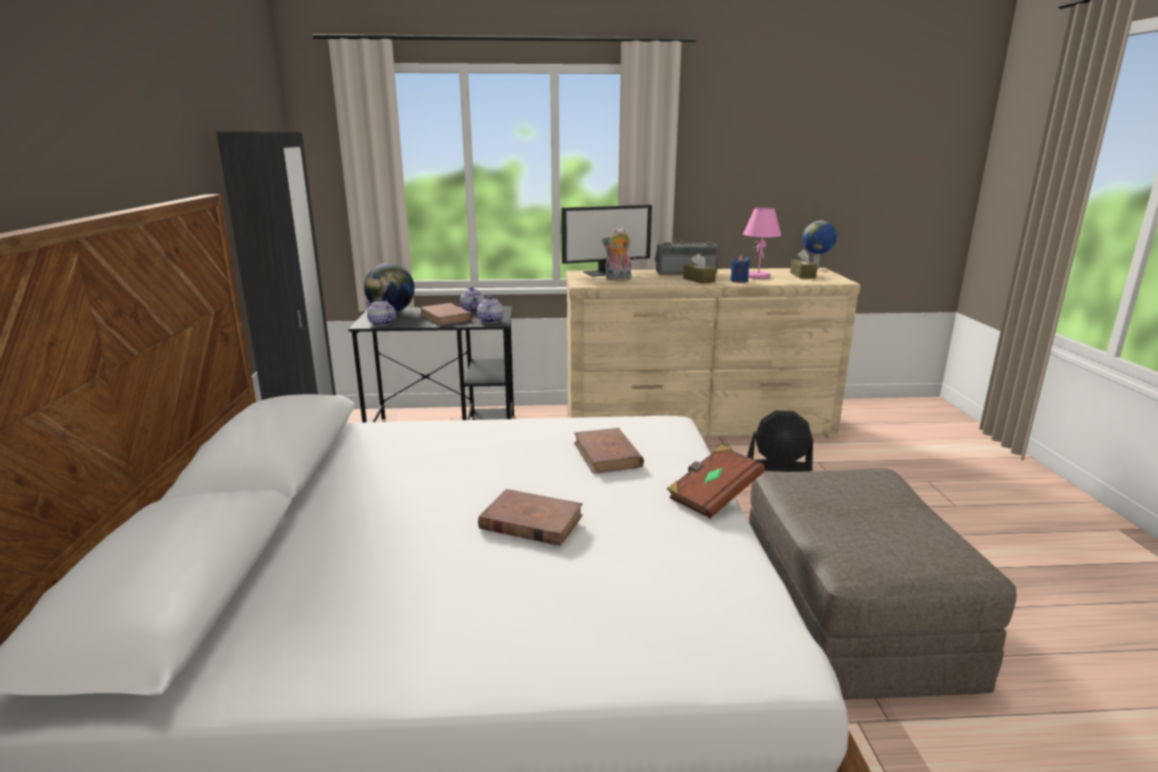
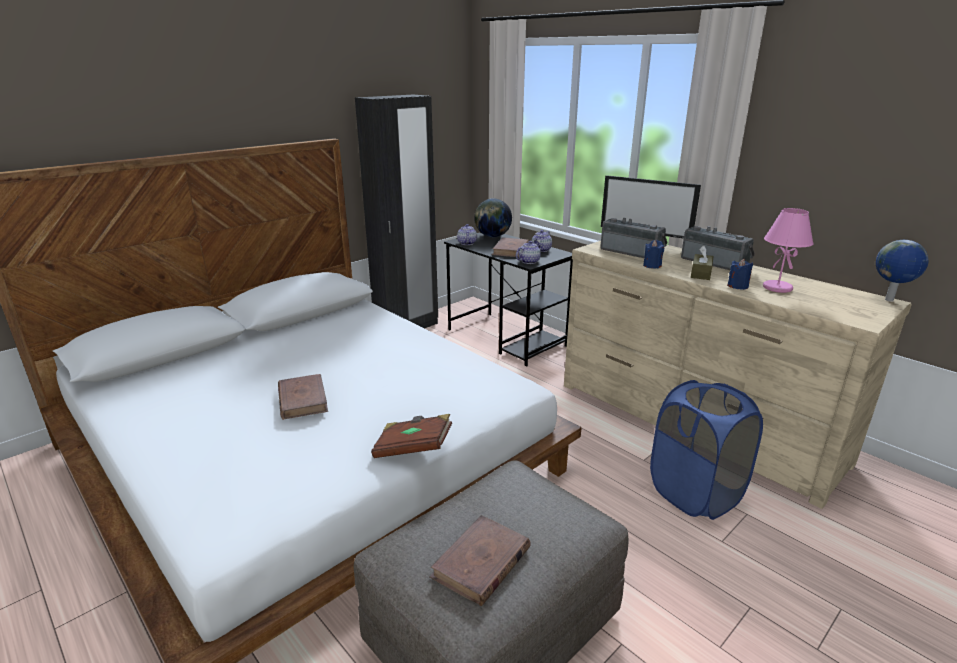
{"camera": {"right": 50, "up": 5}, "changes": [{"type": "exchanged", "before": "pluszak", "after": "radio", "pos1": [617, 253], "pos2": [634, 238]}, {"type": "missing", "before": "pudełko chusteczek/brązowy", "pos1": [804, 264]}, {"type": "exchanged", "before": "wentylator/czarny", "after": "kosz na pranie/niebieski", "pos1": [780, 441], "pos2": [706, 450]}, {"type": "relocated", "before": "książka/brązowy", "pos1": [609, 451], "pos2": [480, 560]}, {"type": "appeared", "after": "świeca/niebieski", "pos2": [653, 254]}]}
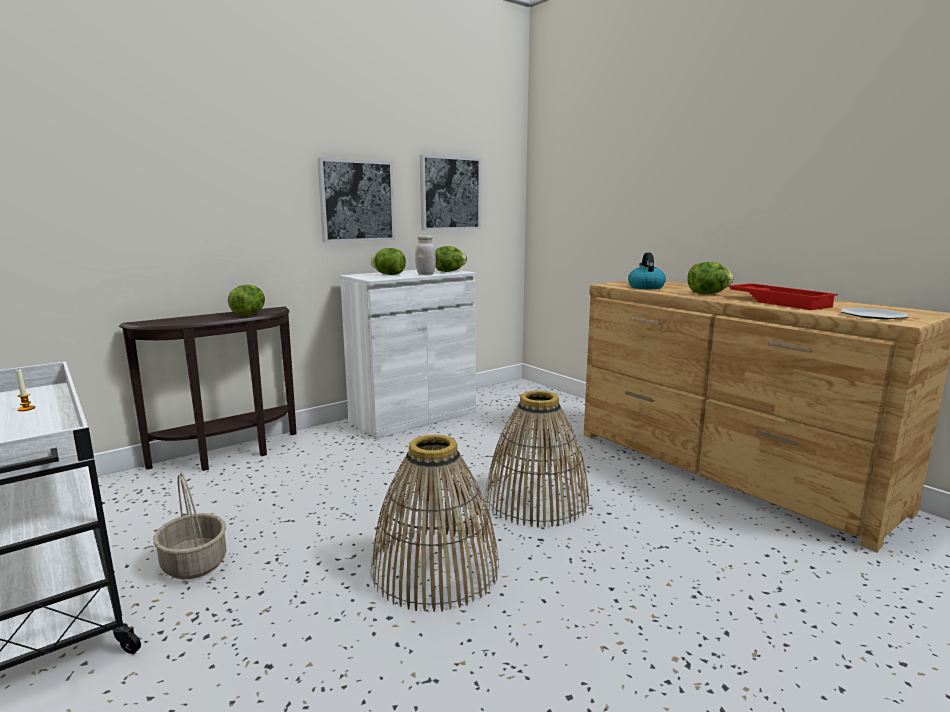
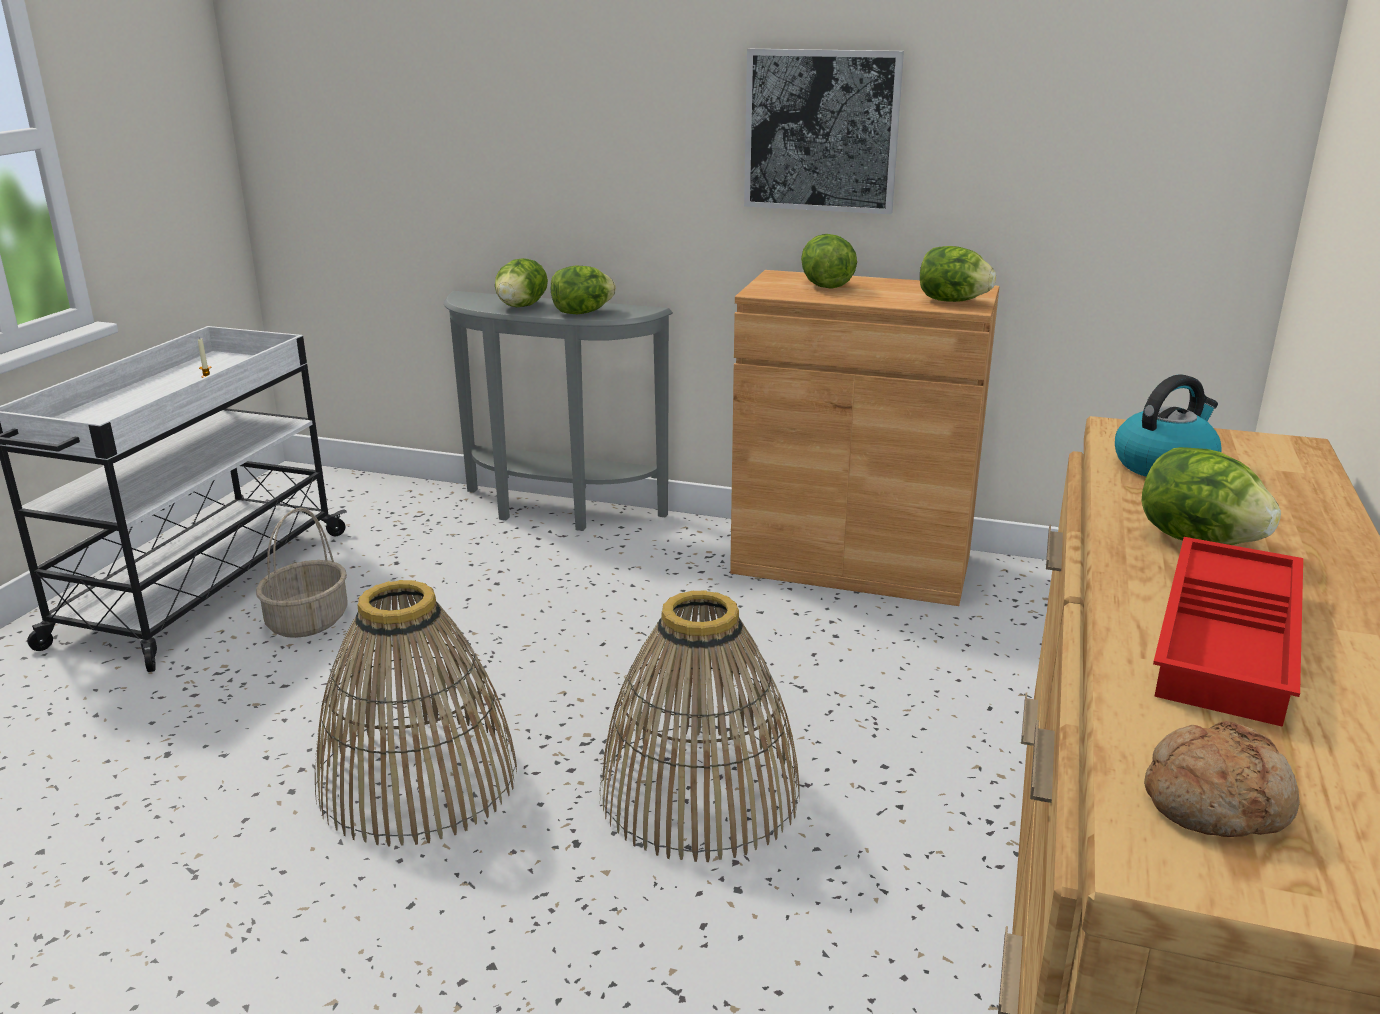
{"camera": {"right": 55, "up": 10}, "changes": [{"type": "missing", "before": "obraz", "pos1": [450, 192]}, {"type": "missing", "before": "słoik/biały", "pos1": [425, 255]}, {"type": "colour", "before": "szafka/biały", "after": "szafka/brązowy", "pos1": [408, 353], "pos2": [864, 438]}, {"type": "colour", "before": "stolik konsolowy/brązowy", "after": "stolik konsolowy/szary", "pos1": [208, 389], "pos2": [558, 411]}, {"type": "exchanged", "before": "talerz", "after": "chleb", "pos1": [875, 313], "pos2": [1222, 779]}, {"type": "appeared", "after": "sałata", "pos2": [521, 282]}]}
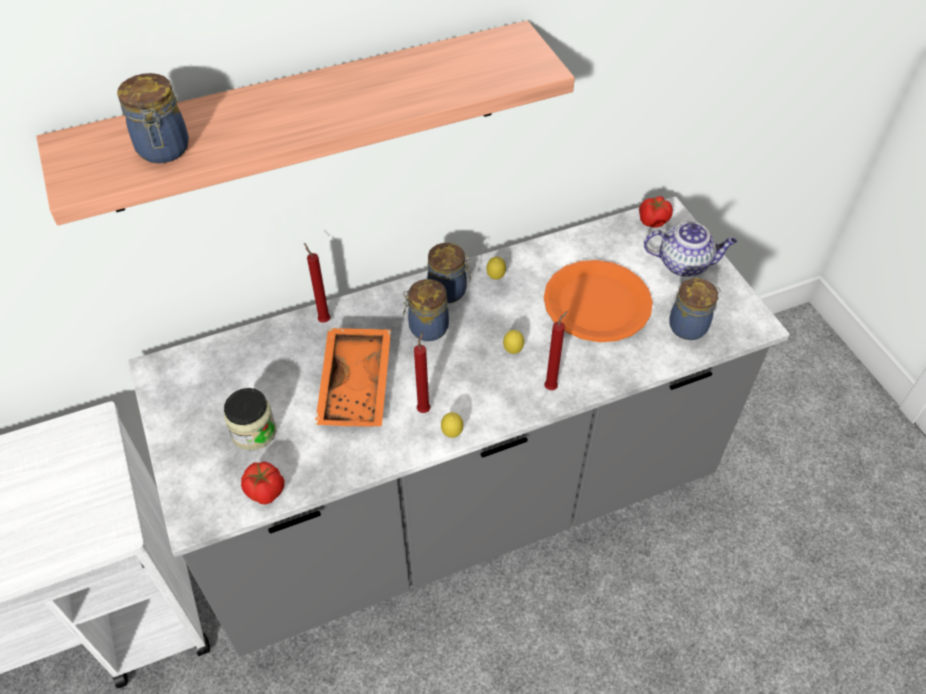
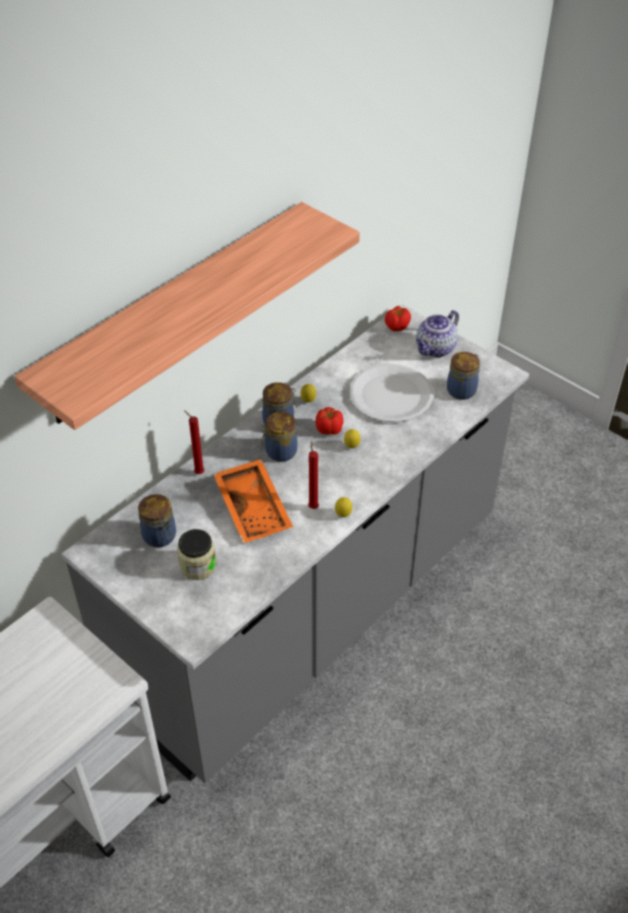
{"camera": {"right": -25, "up": -5}, "changes": [{"type": "relocated", "before": "słoik", "pos1": [153, 118], "pos2": [157, 520]}, {"type": "spun", "before": "imbryk", "pos1": [690, 249], "pos2": [437, 333], "turn": 150}, {"type": "colour", "before": "talerz/pomarańczowy", "after": "talerz/biały", "pos1": [598, 301], "pos2": [391, 393]}, {"type": "missing", "before": "świeca/czerwony", "pos1": [556, 350]}, {"type": "relocated", "before": "pomidor", "pos1": [263, 483], "pos2": [329, 421]}]}
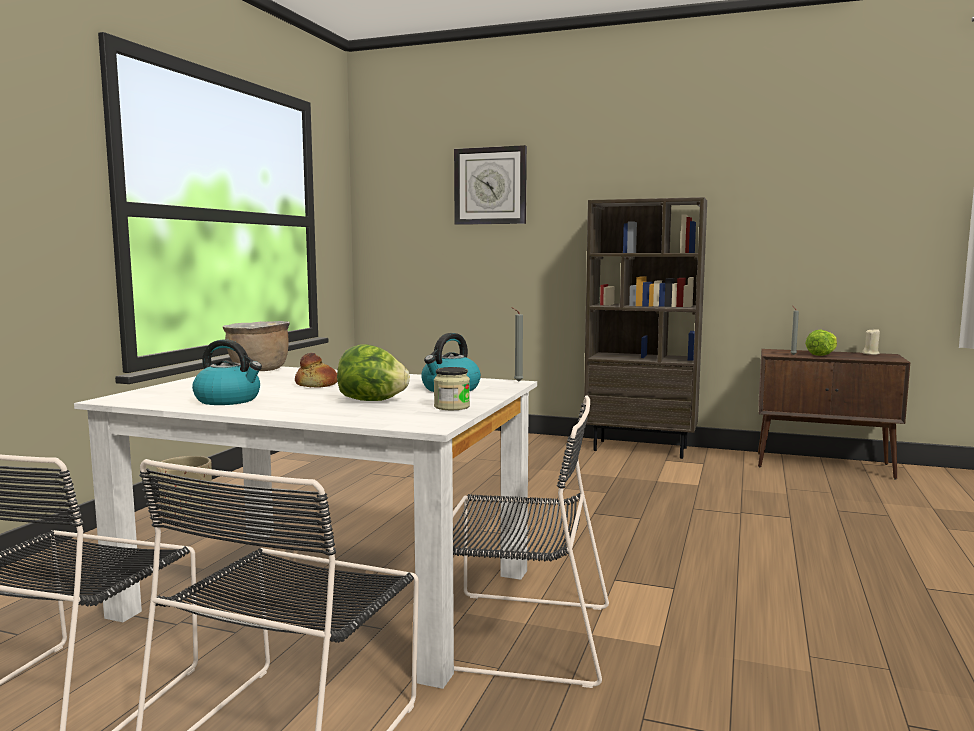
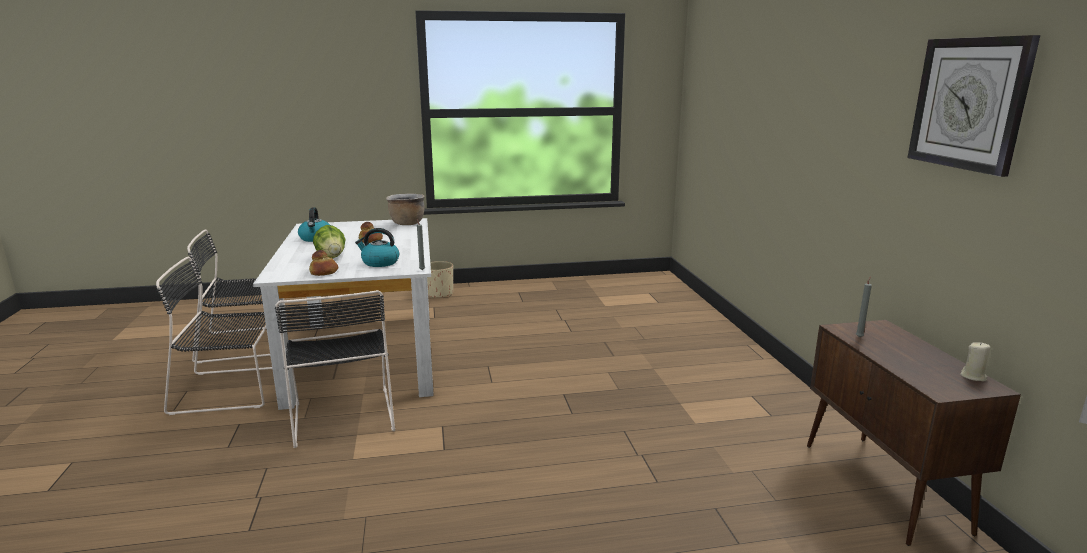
{"camera": {"right": 60, "up": 10}, "changes": [{"type": "relocated", "before": "zegar ścienny", "pos1": [490, 185], "pos2": [973, 106]}, {"type": "missing", "before": "regał/brązowy", "pos1": [645, 328]}, {"type": "missing", "before": "sałata", "pos1": [821, 343]}, {"type": "exchanged", "before": "słoik", "after": "chleb", "pos1": [452, 388], "pos2": [323, 263]}]}
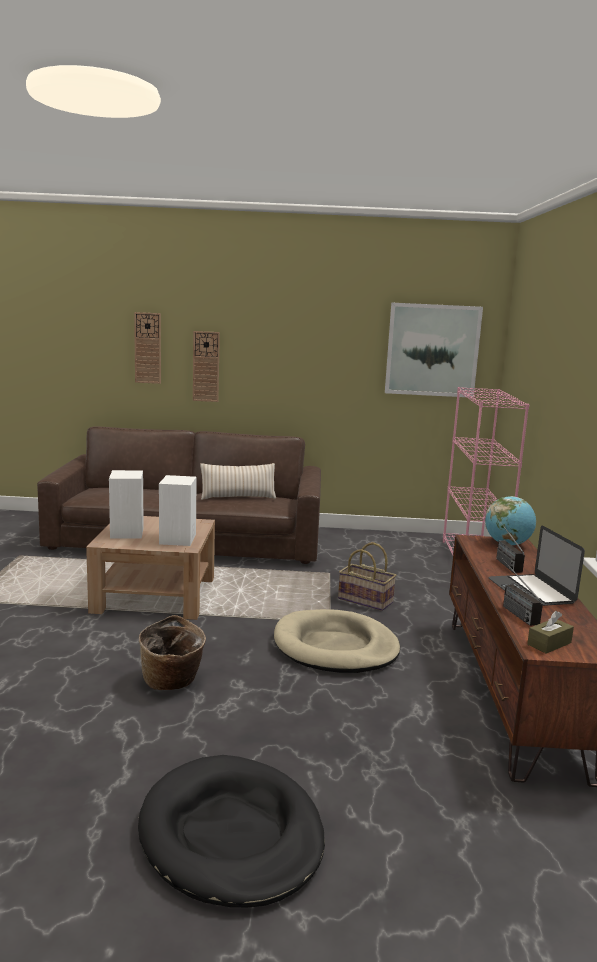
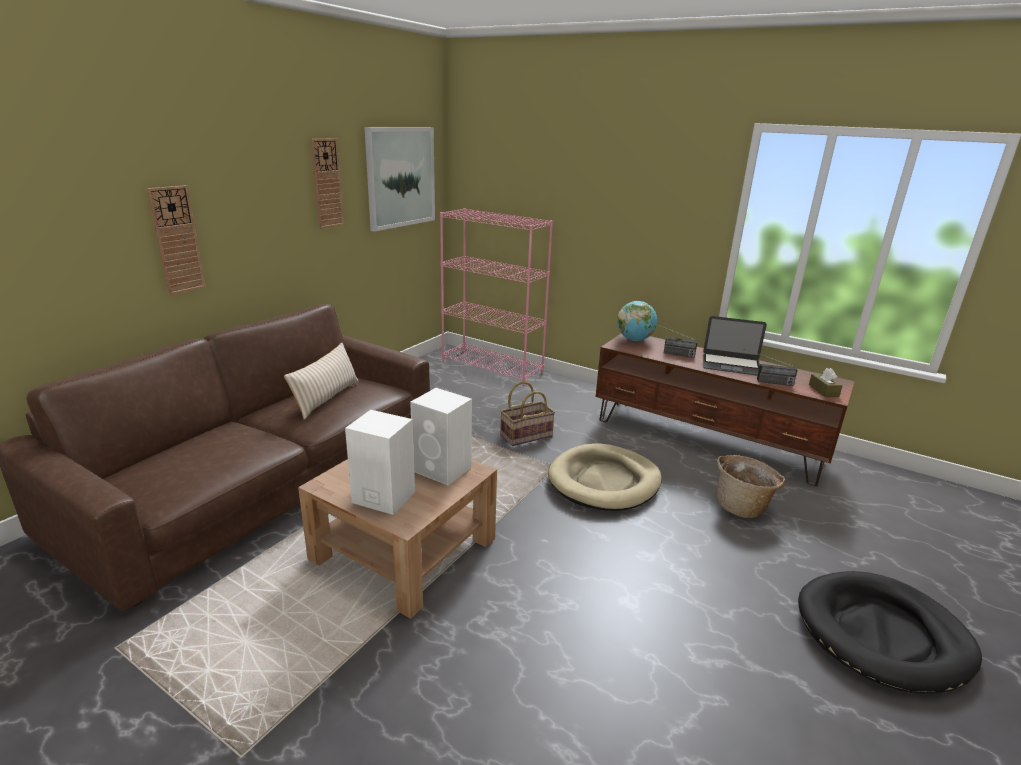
{"camera": {"right": -60, "up": 10}, "changes": [{"type": "relocated", "before": "zegar ścienny", "pos1": [147, 348], "pos2": [327, 183]}, {"type": "relocated", "before": "koszyk", "pos1": [172, 652], "pos2": [750, 486]}]}
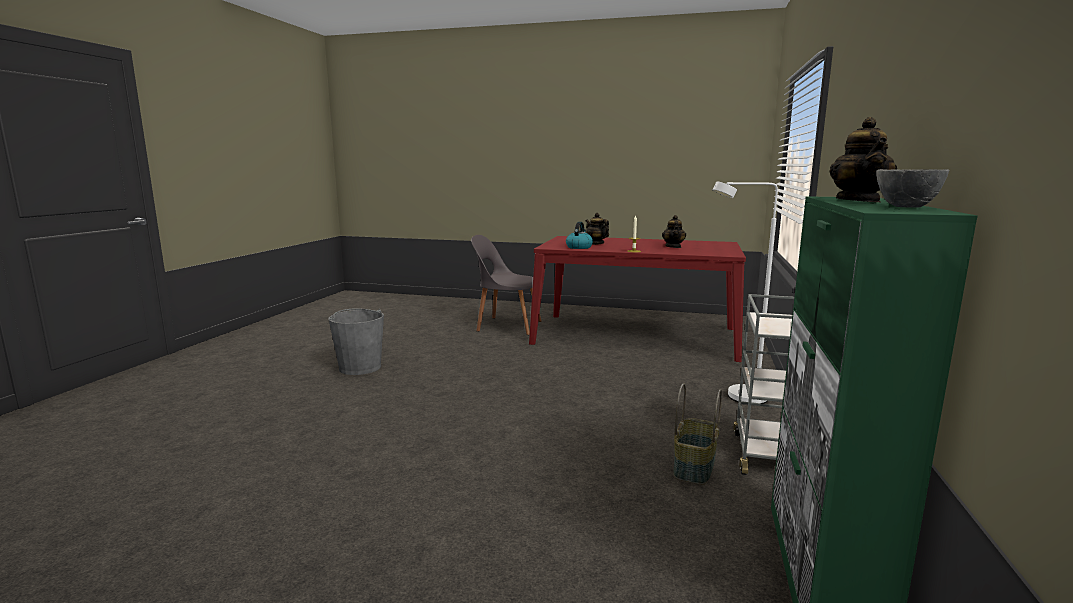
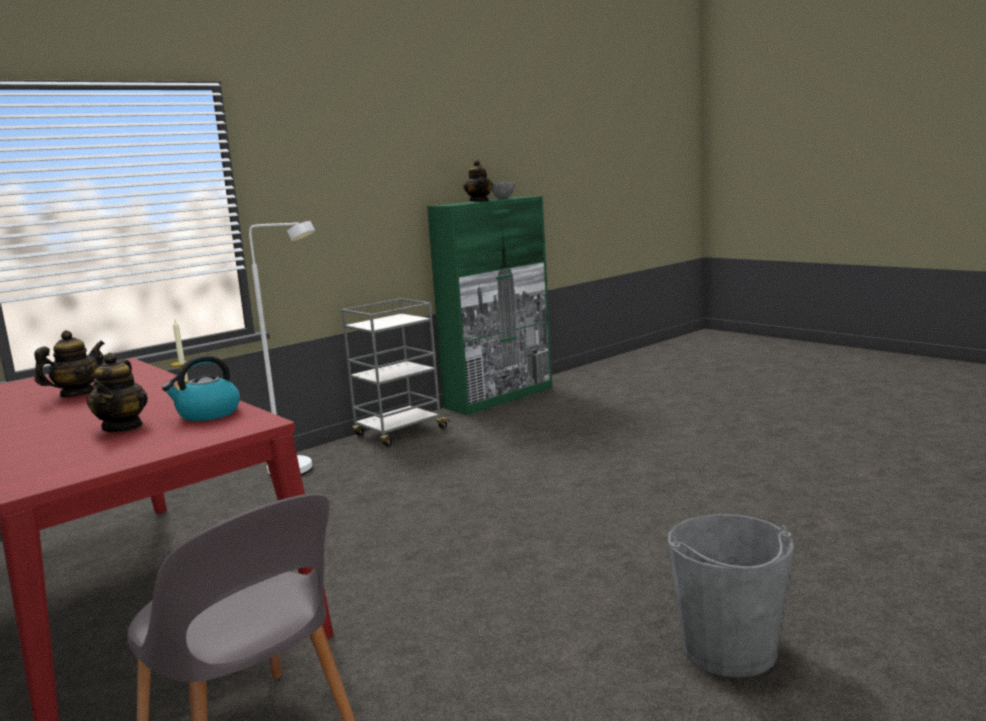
{"camera": {"right": -145, "up": 0}, "changes": [{"type": "spun", "before": "imbryk", "pos1": [863, 159], "pos2": [478, 180], "turn": 120}, {"type": "missing", "before": "koszyk", "pos1": [697, 434]}]}
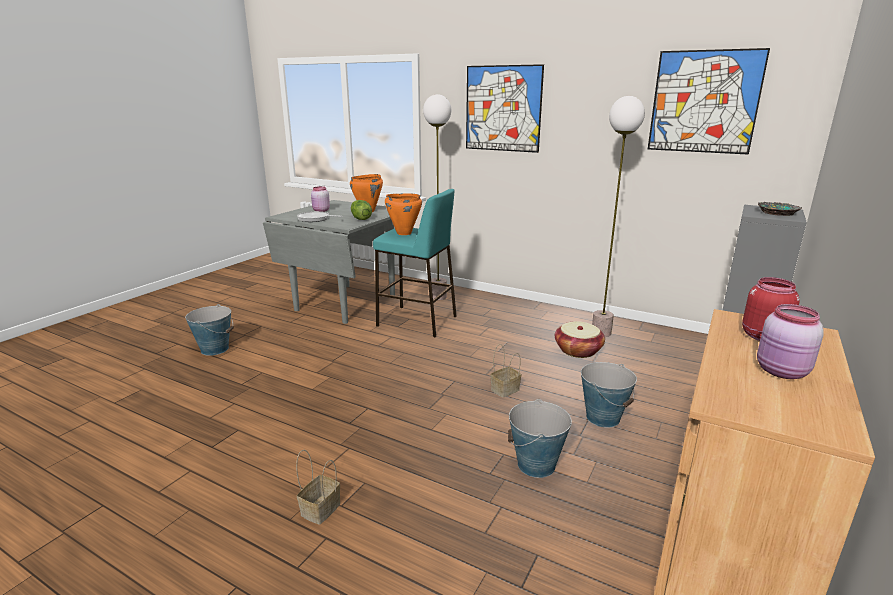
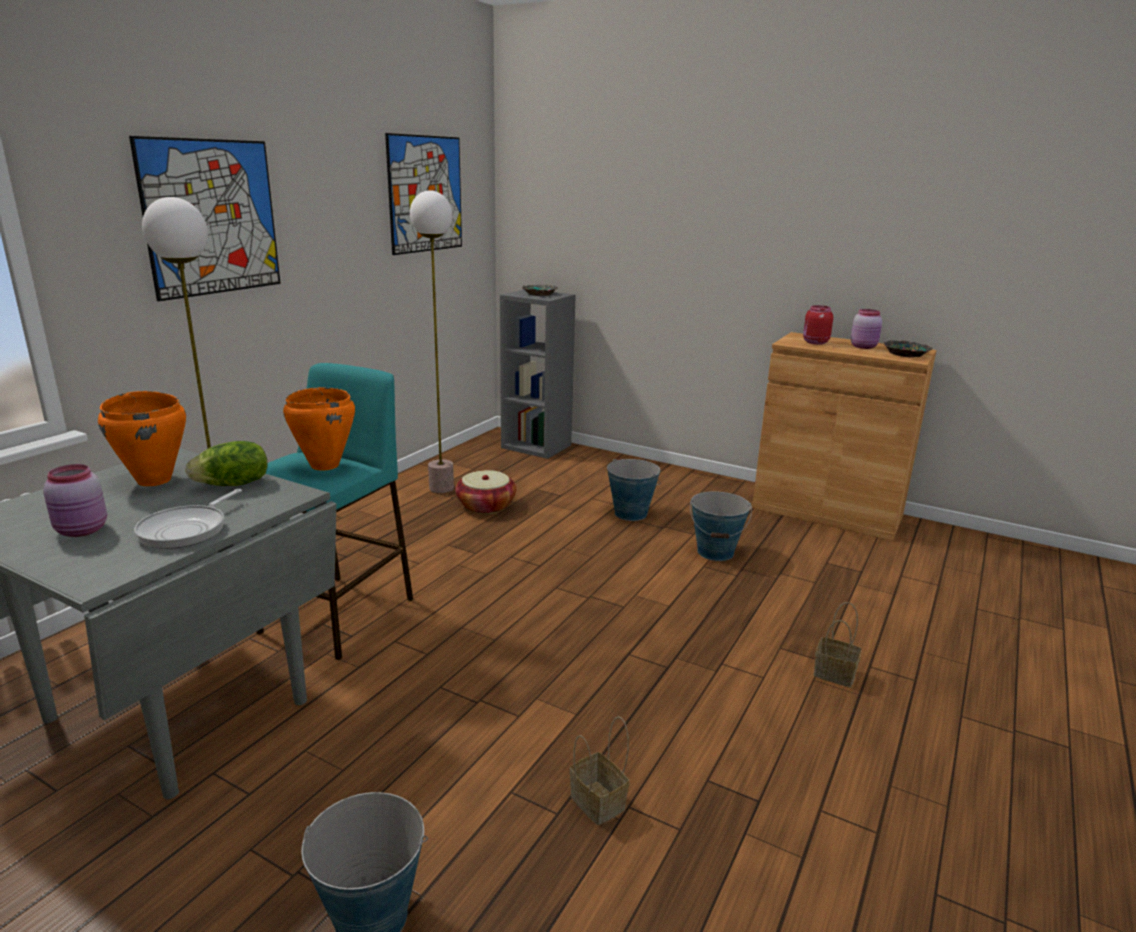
{"camera": {"right": -90, "up": 0}, "changes": [{"type": "relocated", "before": "koszyk", "pos1": [505, 370], "pos2": [599, 770]}, {"type": "appeared", "after": "miska", "pos2": [908, 348]}]}
